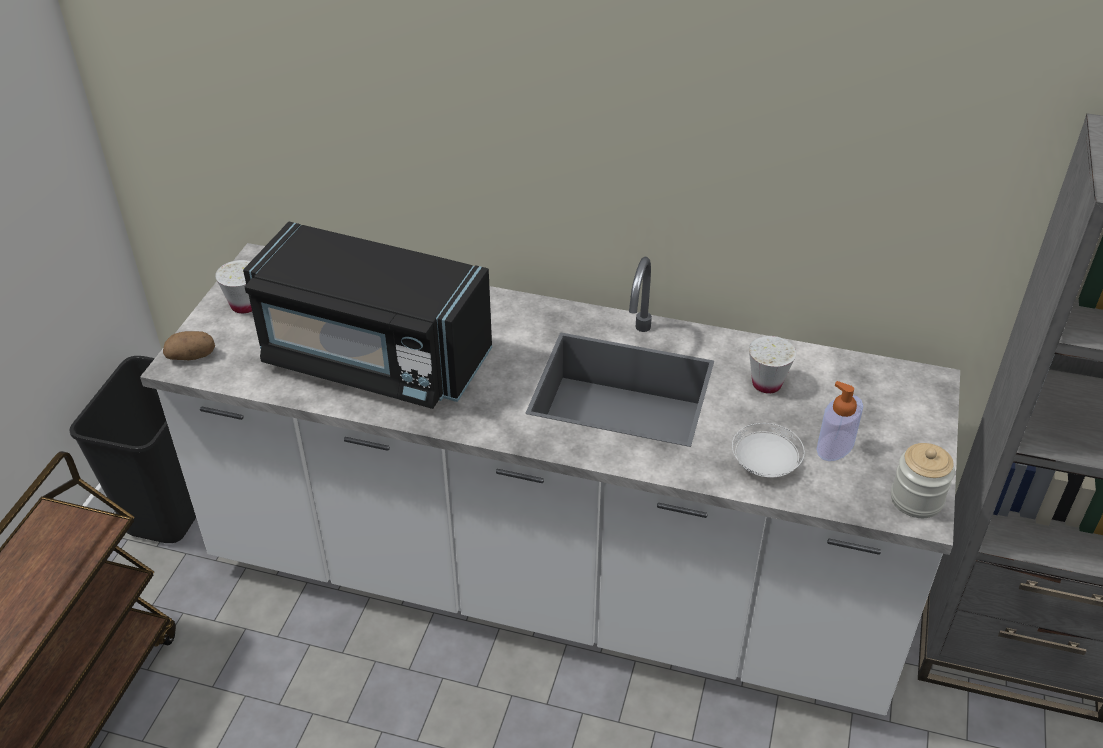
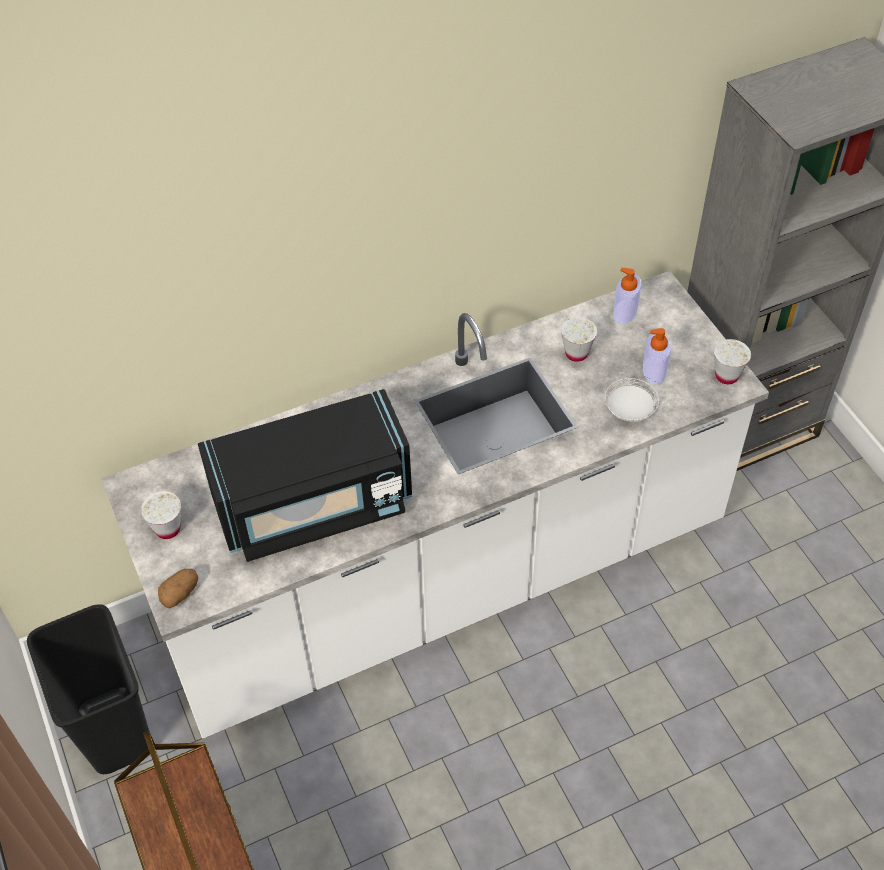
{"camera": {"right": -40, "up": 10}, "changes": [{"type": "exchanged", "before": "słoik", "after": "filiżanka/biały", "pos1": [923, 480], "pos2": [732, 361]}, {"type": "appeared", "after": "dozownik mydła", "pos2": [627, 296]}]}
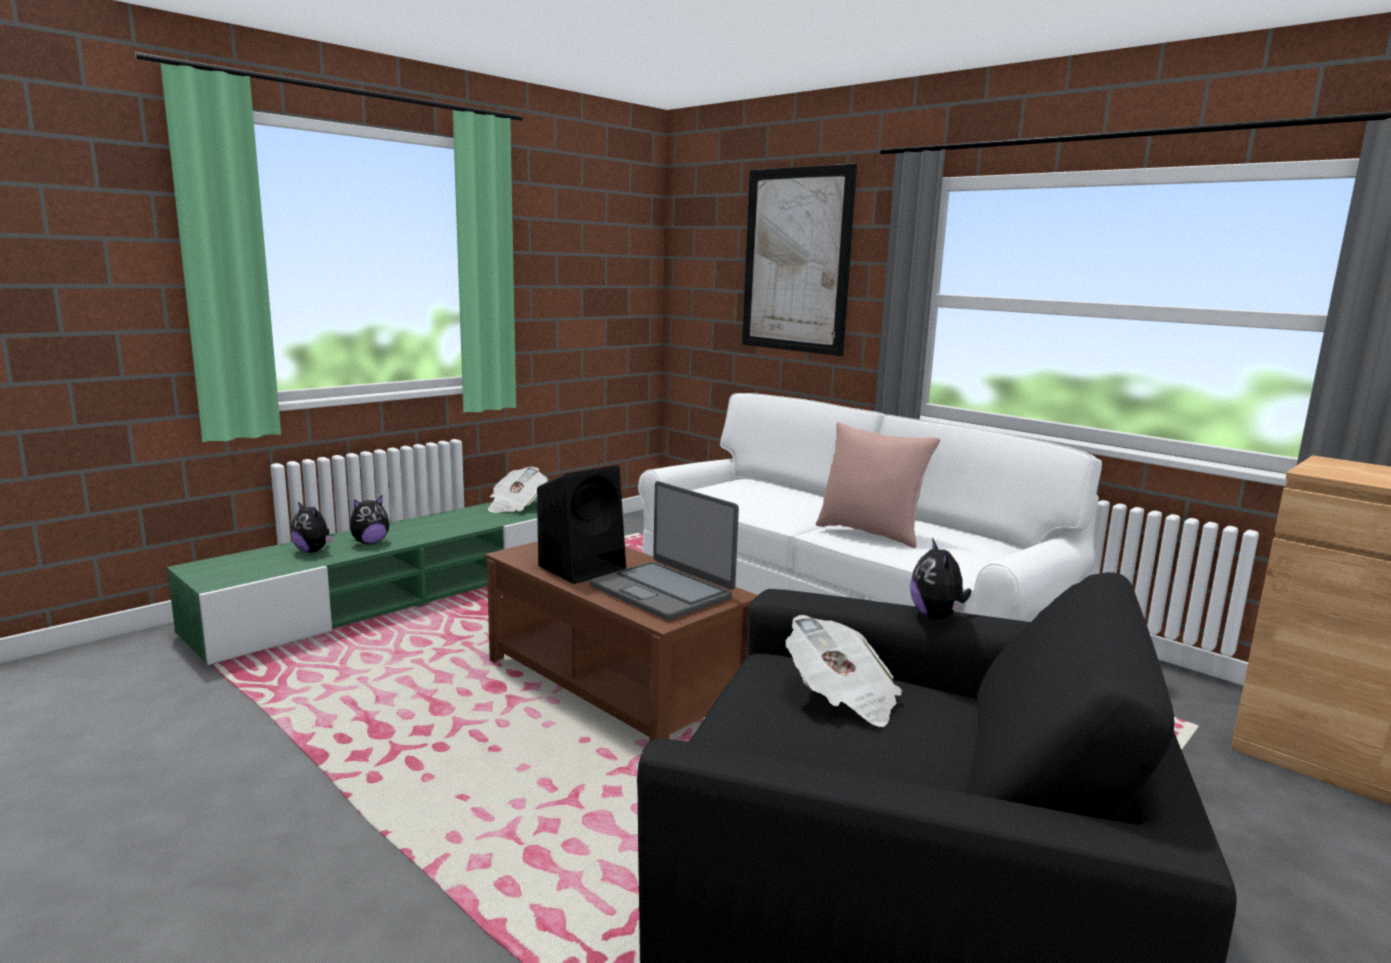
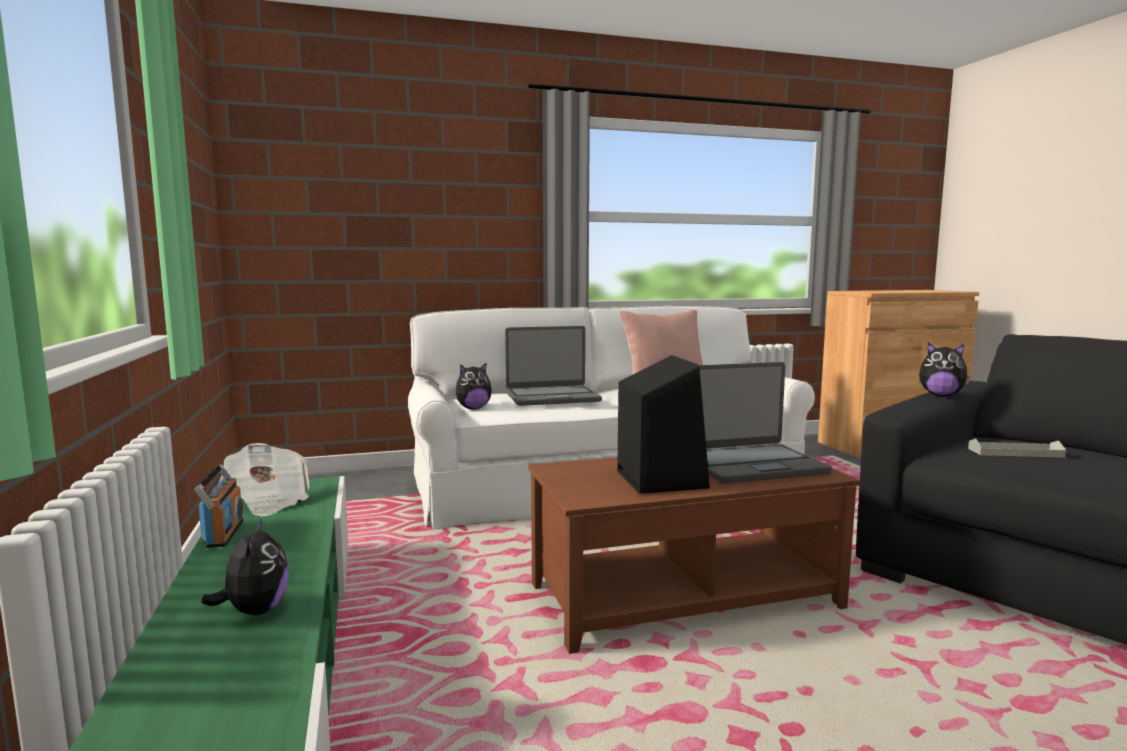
{"camera": {"right": -60, "up": -5}, "changes": [{"type": "missing", "before": "obraz", "pos1": [799, 259]}, {"type": "relocated", "before": "pluszak", "pos1": [312, 527], "pos2": [474, 386]}, {"type": "exchanged", "before": "gazeta", "after": "taca/szary", "pos1": [844, 671], "pos2": [1017, 447]}, {"type": "appeared", "after": "laptop", "pos2": [553, 366]}, {"type": "appeared", "after": "radio", "pos2": [218, 506]}]}
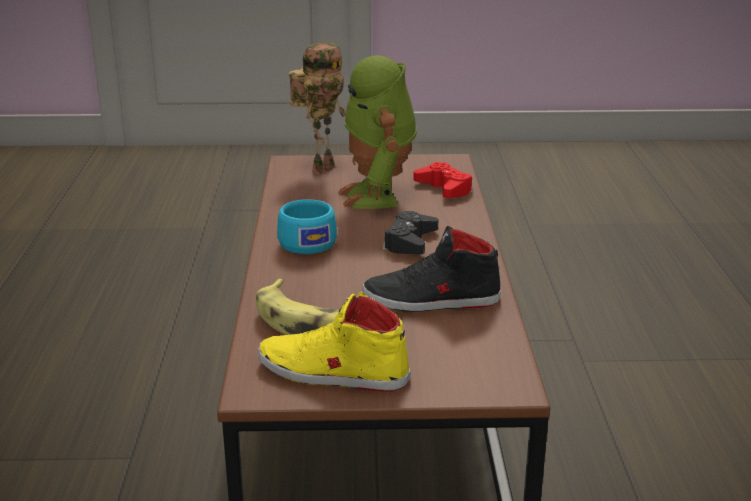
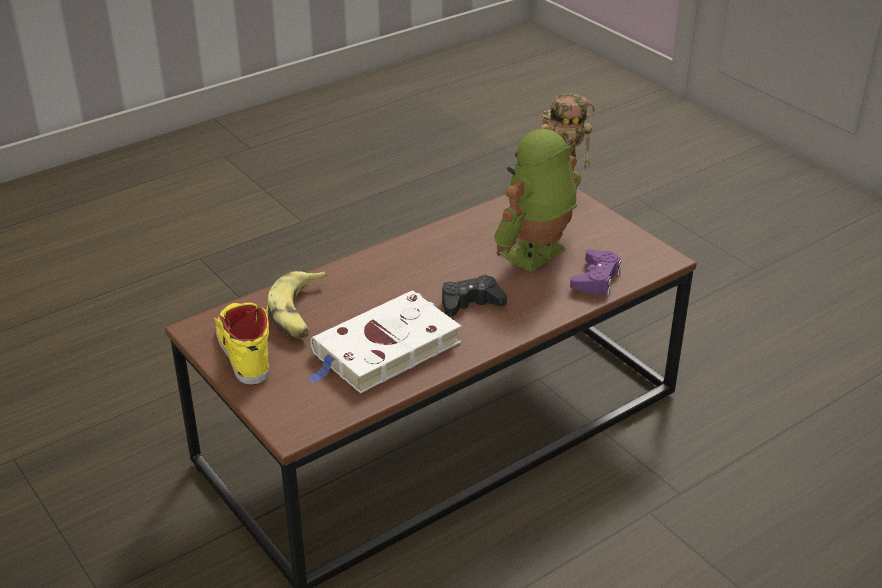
{"camera": {"right": 55, "up": 10}, "changes": [{"type": "colour", "before": "pad do gier/czerwony", "after": "pad do gier/fioletowy", "pos1": [442, 180], "pos2": [595, 272]}, {"type": "missing", "before": "filiżanka/turkusowy", "pos1": [307, 226]}, {"type": "exchanged", "before": "but/czarny", "after": "książka/biały", "pos1": [431, 269], "pos2": [384, 342]}]}
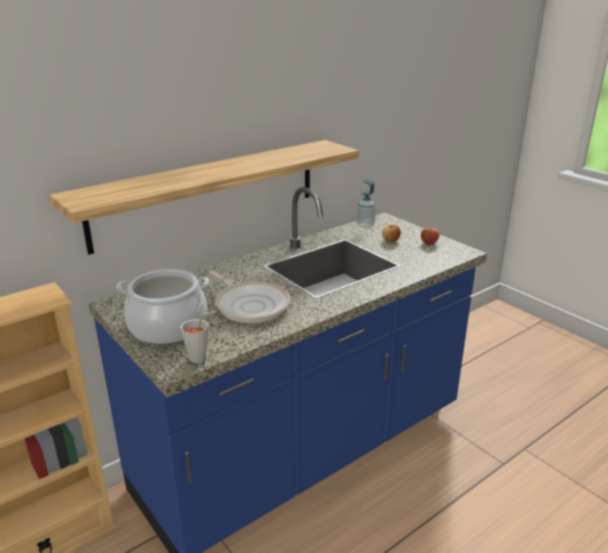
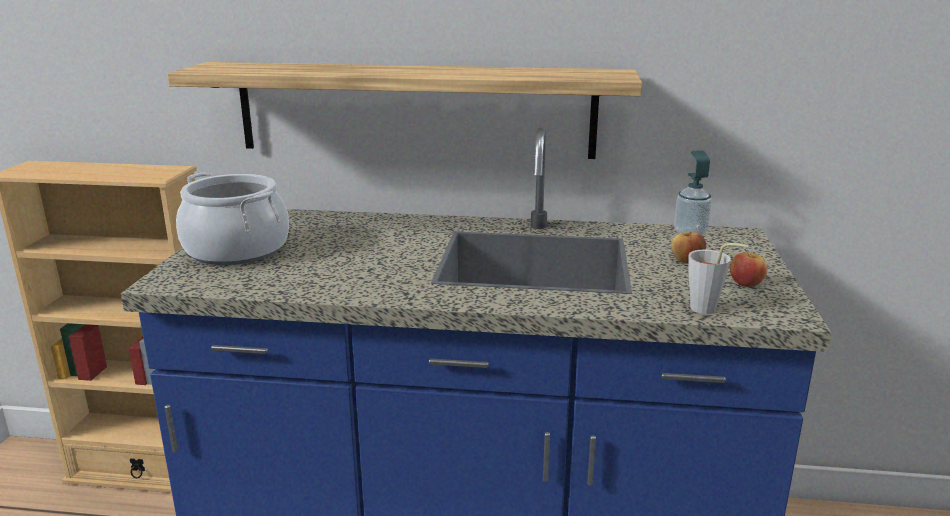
{"camera": {"right": 45, "up": -5}, "changes": [{"type": "missing", "before": "patelnia", "pos1": [249, 297]}, {"type": "relocated", "before": "filiżanka/szary", "pos1": [198, 337], "pos2": [718, 278]}]}
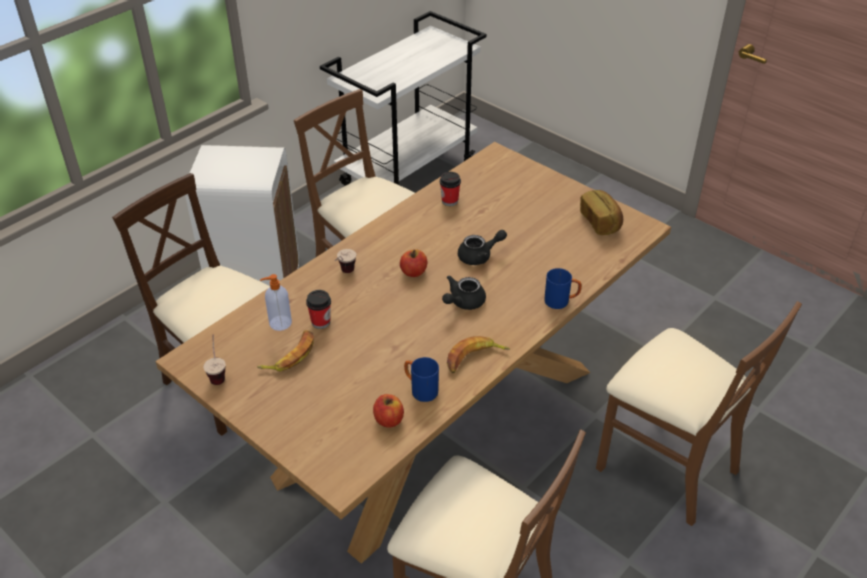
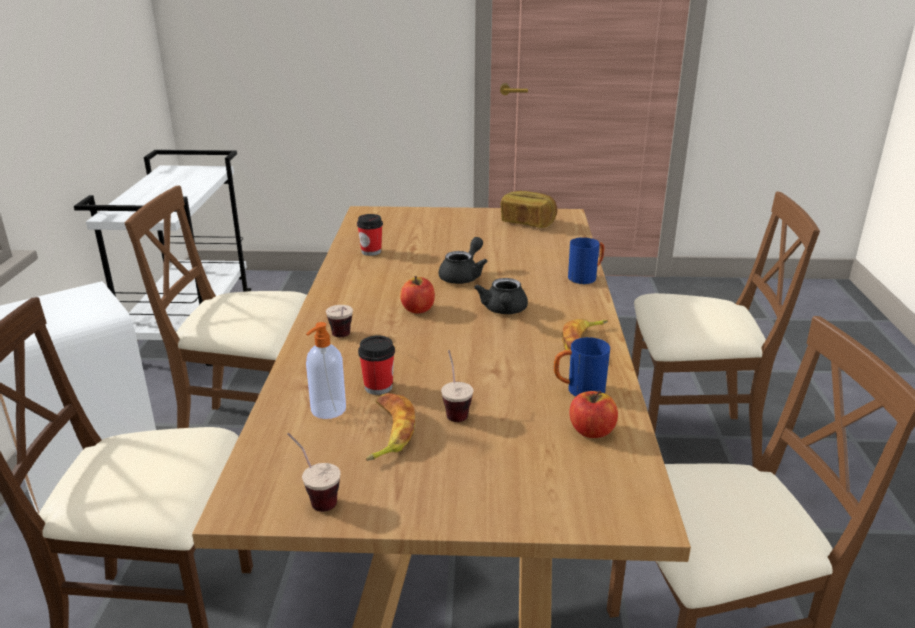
{"camera": {"right": -40, "up": -15}, "changes": [{"type": "appeared", "after": "filiżanka", "pos2": [457, 386]}]}
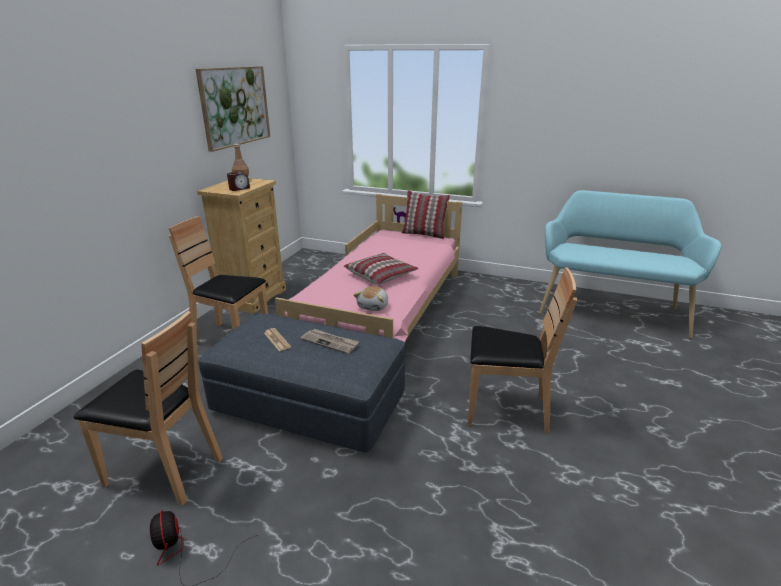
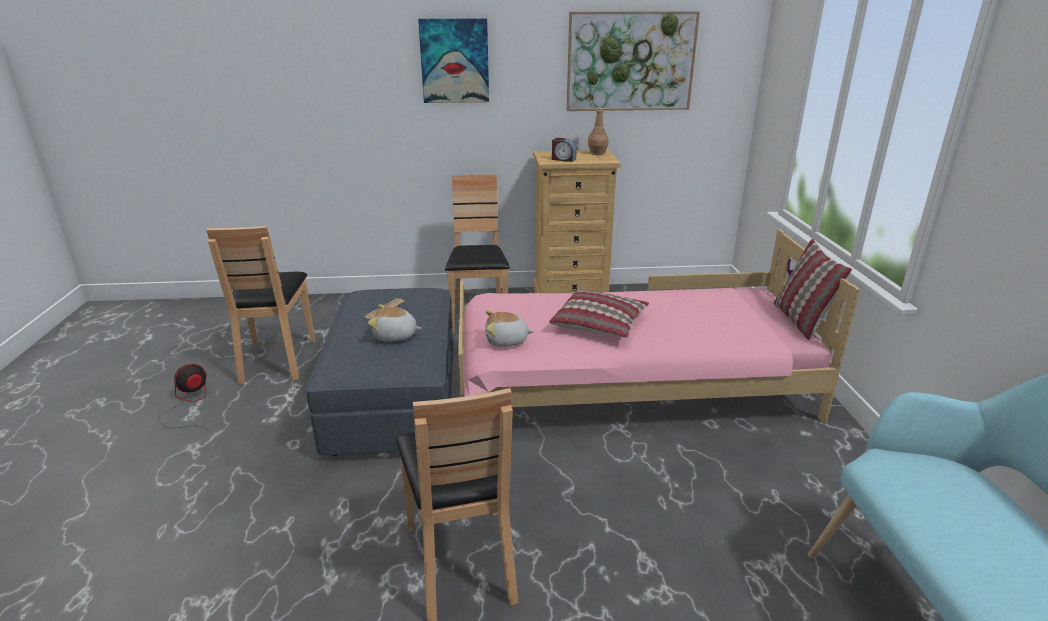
{"camera": {"right": 65, "up": 0}, "changes": [{"type": "exchanged", "before": "gazeta", "after": "pluszak", "pos1": [330, 341], "pos2": [395, 323]}, {"type": "appeared", "after": "obraz", "pos2": [453, 60]}]}
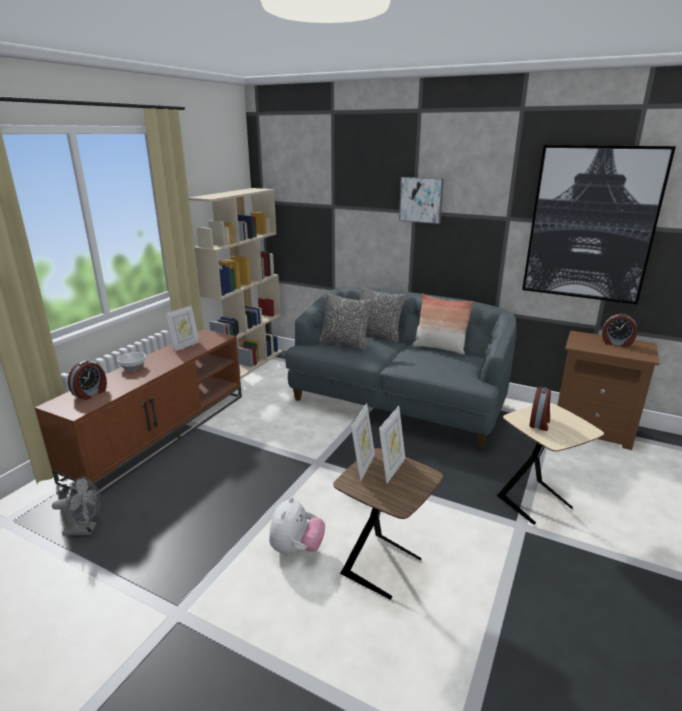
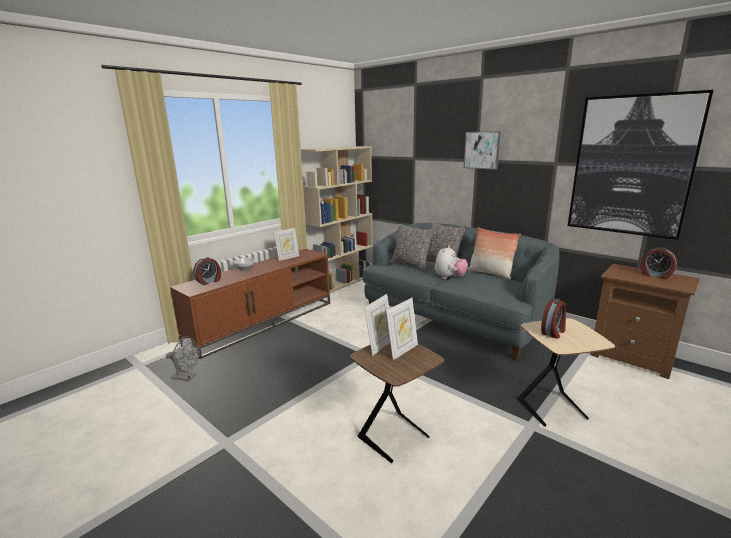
{"camera": {"right": 15, "up": -5}, "changes": [{"type": "relocated", "before": "pluszak", "pos1": [297, 526], "pos2": [451, 262]}]}
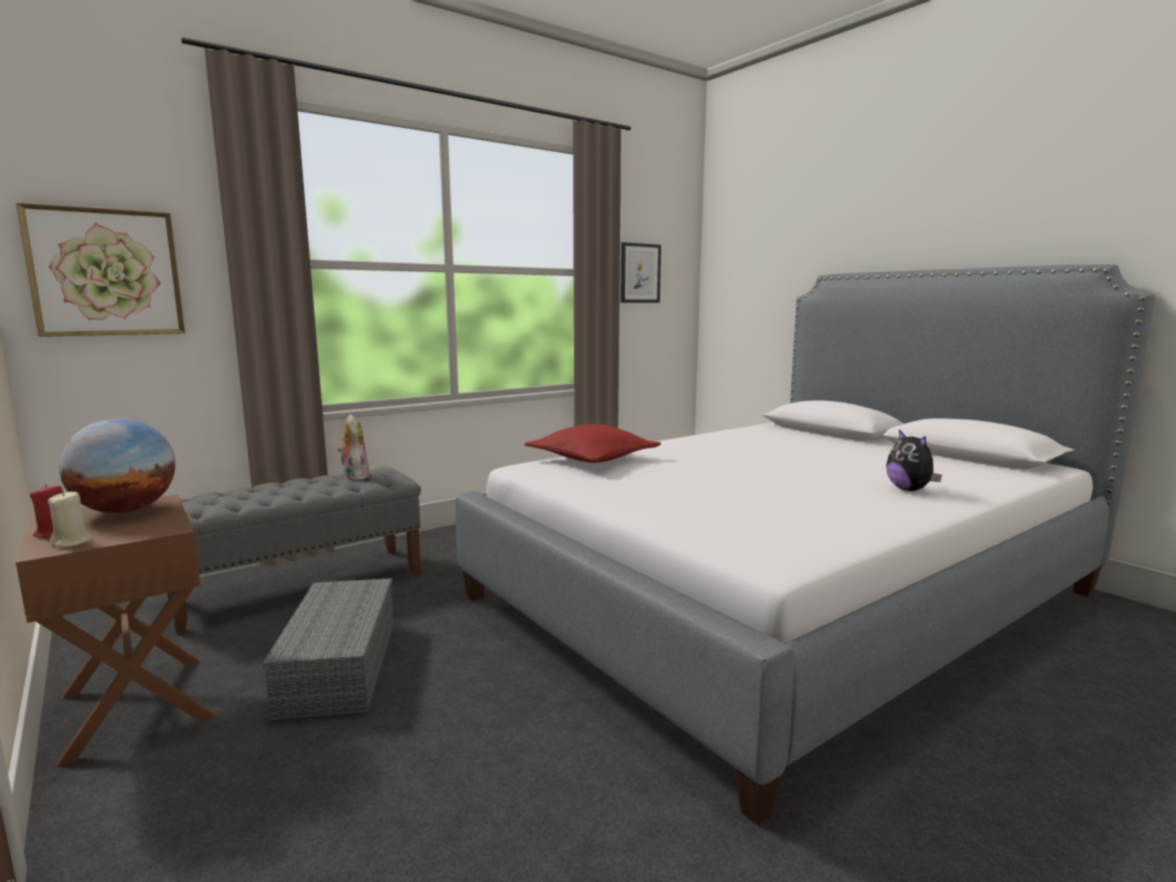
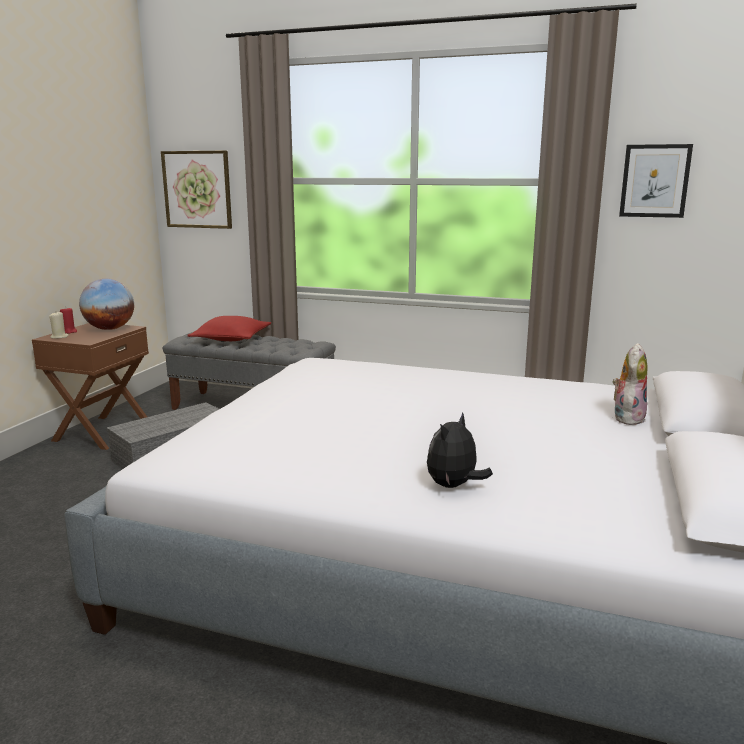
{"camera": {"right": 55, "up": 5}, "changes": [{"type": "relocated", "before": "pluszak", "pos1": [353, 447], "pos2": [629, 384]}, {"type": "relocated", "before": "poduszka/czerwony", "pos1": [592, 443], "pos2": [229, 328]}]}
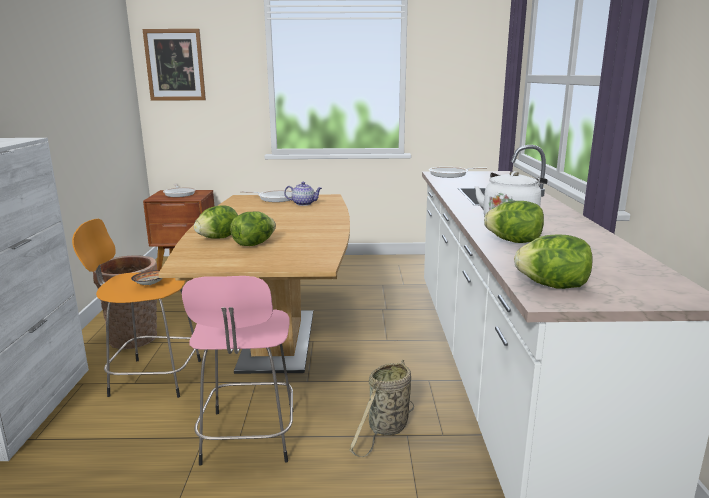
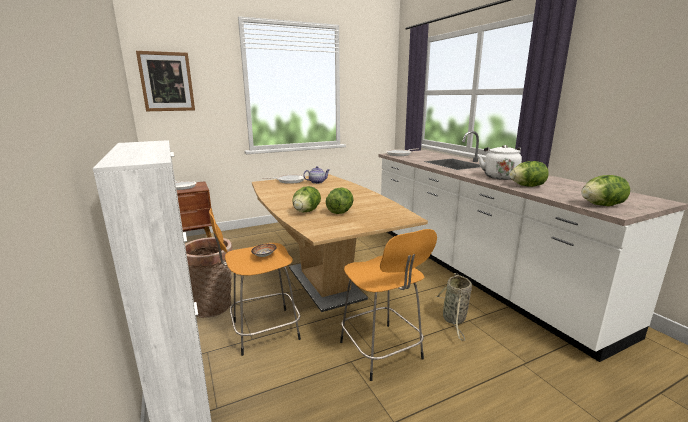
{"camera": {"right": -25, "up": 0}, "changes": [{"type": "colour", "before": "stołek/różowy", "after": "stołek/pomarańczowy", "pos1": [237, 371], "pos2": [388, 305]}]}
